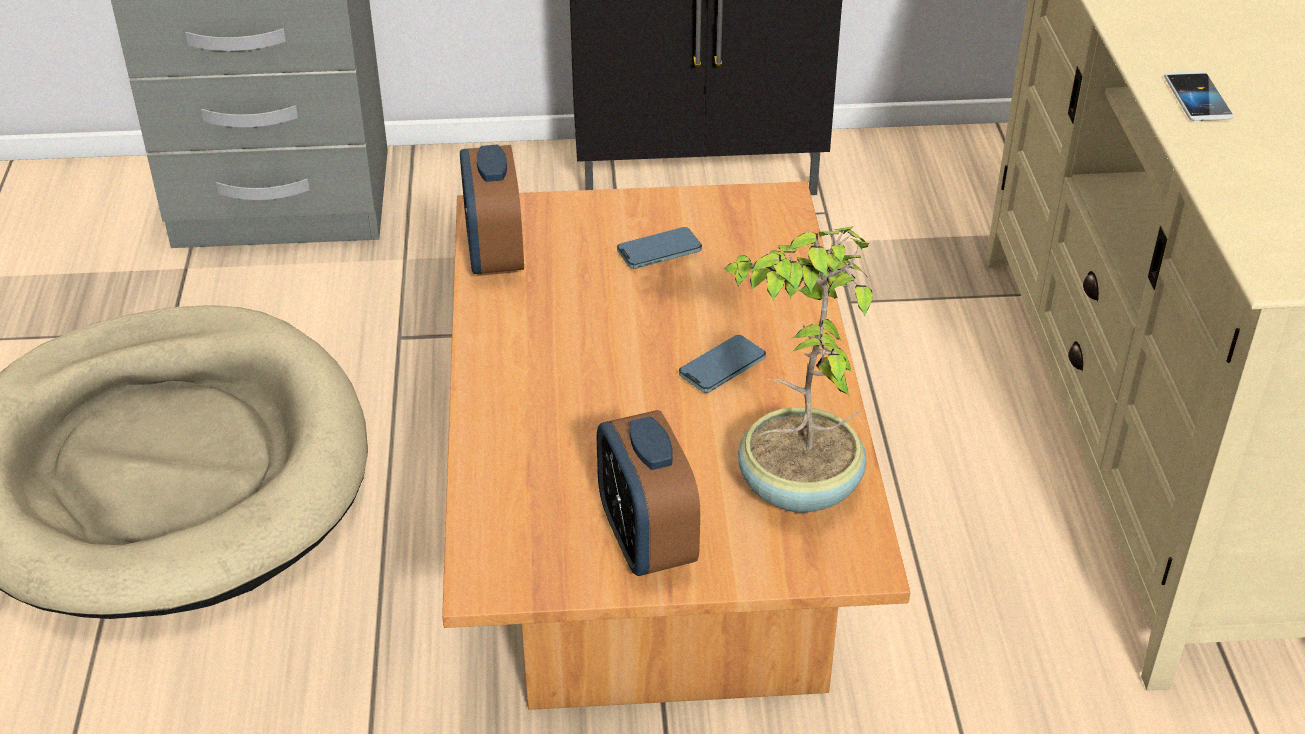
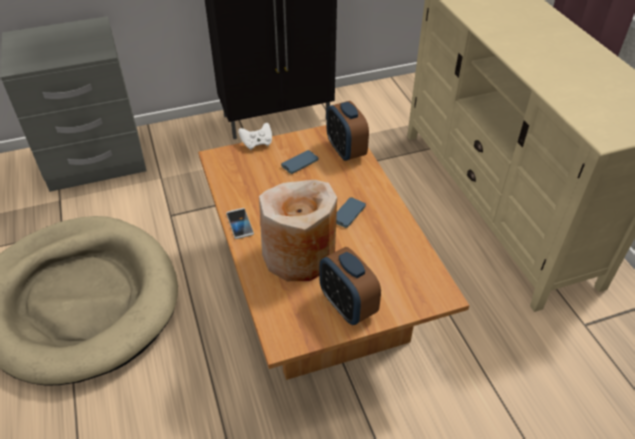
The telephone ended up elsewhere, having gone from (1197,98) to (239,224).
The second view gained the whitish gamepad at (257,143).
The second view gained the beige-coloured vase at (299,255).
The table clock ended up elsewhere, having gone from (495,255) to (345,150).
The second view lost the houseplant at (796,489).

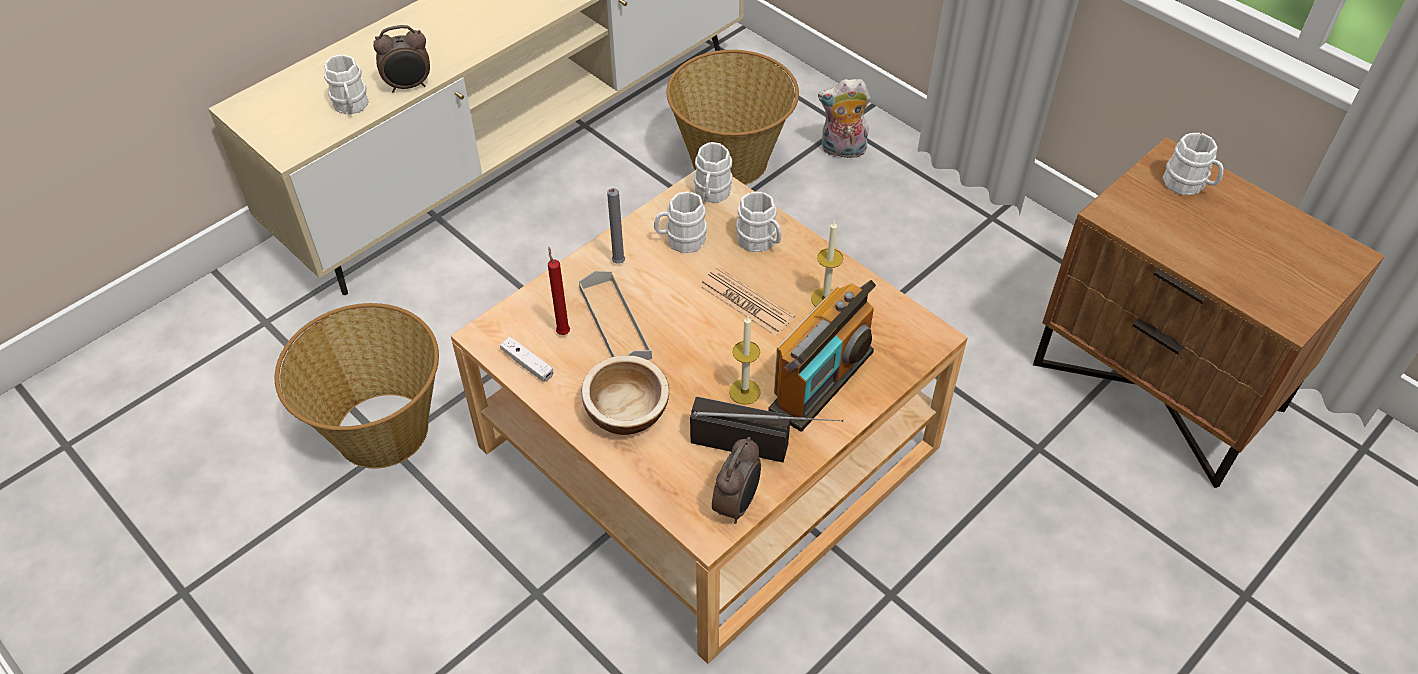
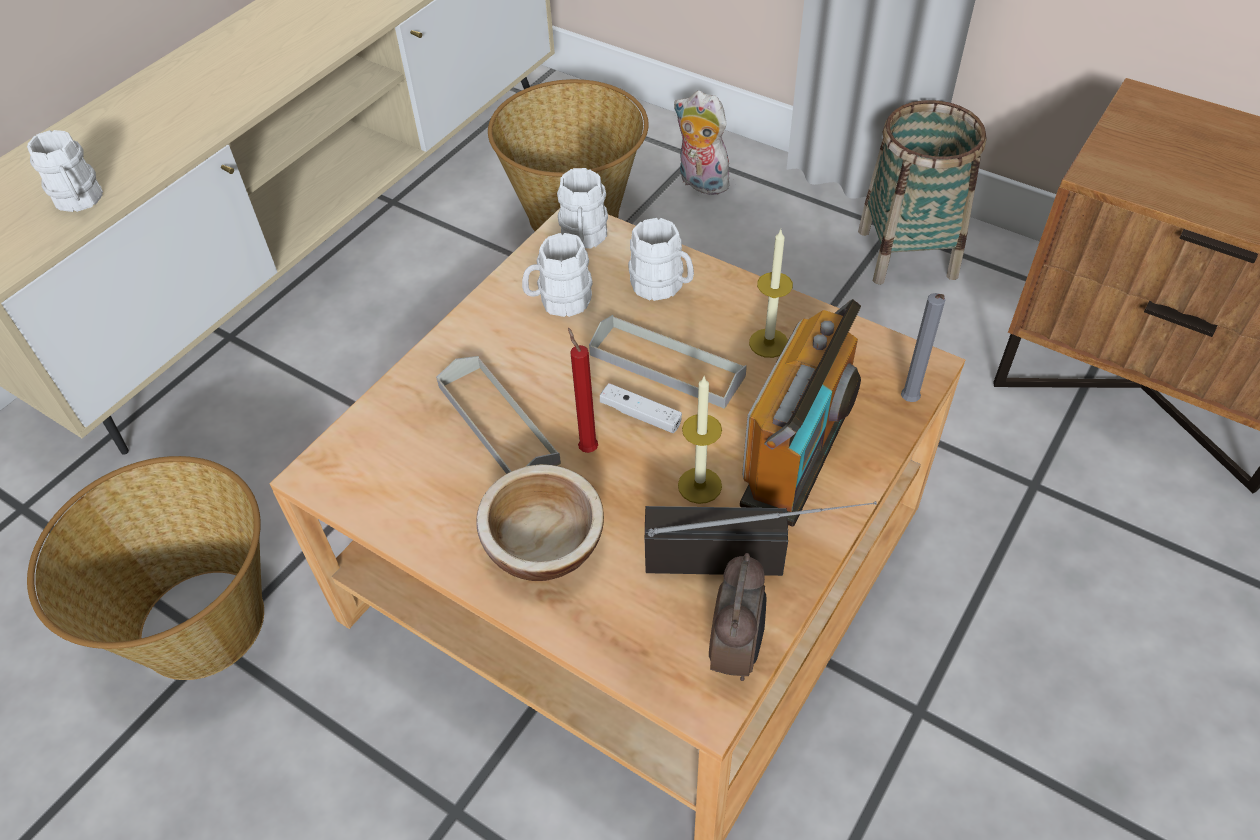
The red candle ended up elsewhere, having gone from (563,331) to (587,447).
Where the daily paper stood at (746,302), the gray carrying tray came to stand at (666,365).
The whitish gamepad ended up elsewhere, having gone from (527,364) to (640,415).
The soft toy at (842,151) ended up facing another way, 45 degrees clockwise from before.
The second view gained the storage basket at (907,253).
The gray candle ended up elsewhere, having gone from (618,264) to (909,402).
The second view lost the table clock at (409,86).
The second view lost the whitish mug at (1188,185).

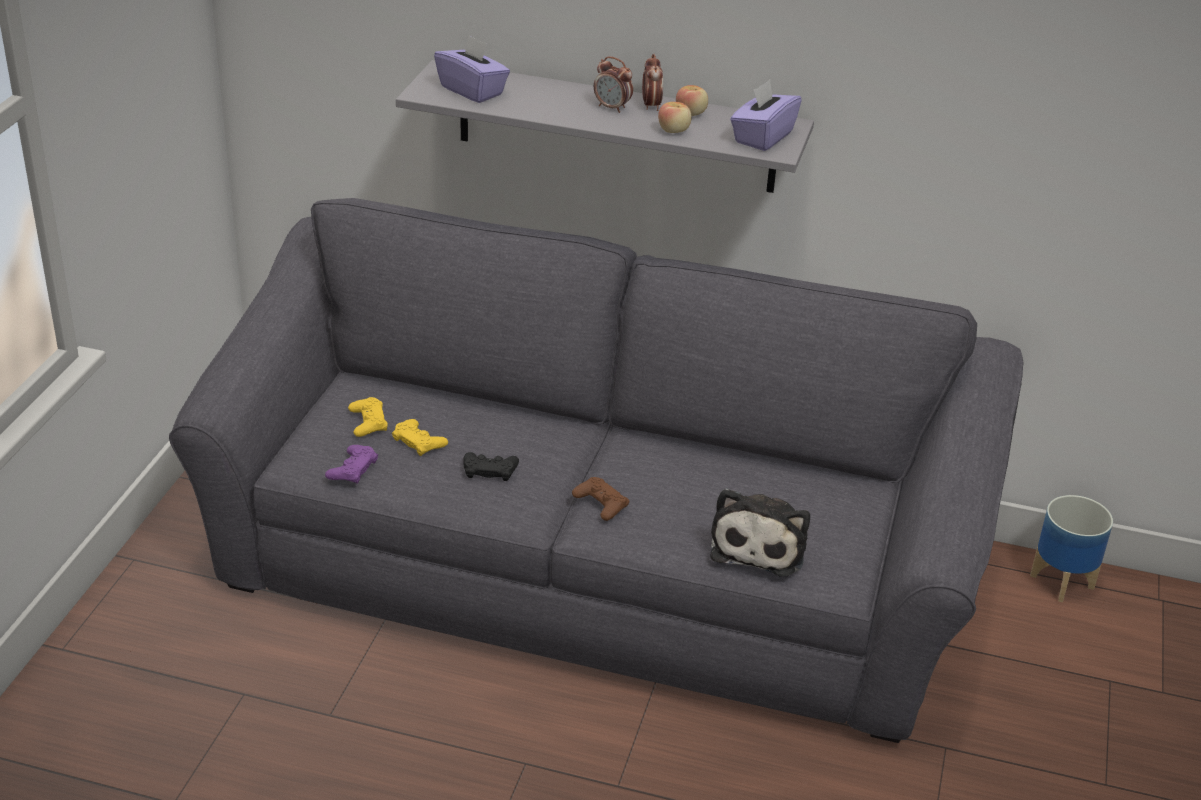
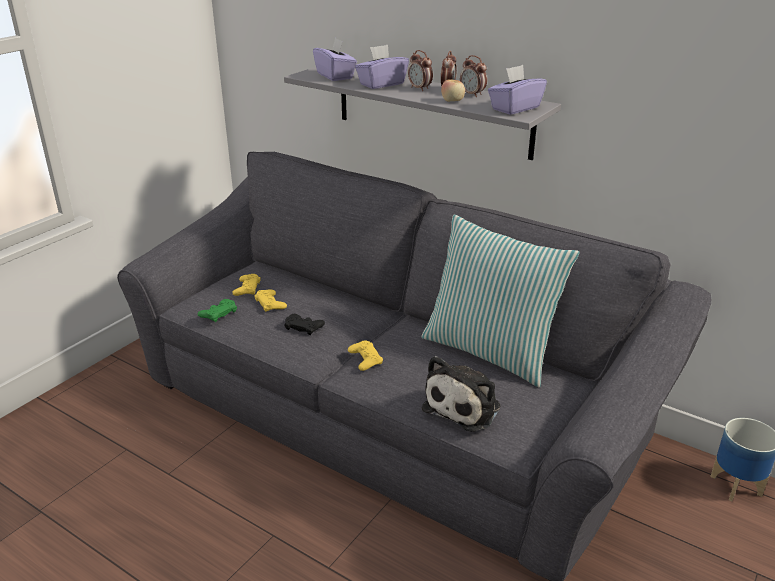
What was the purple-coloured gamepad at (352,469) turned into the green gamepad at (218,313).
What was the brown-coloured gamepad at (601,503) turned into the yellowish gamepad at (365,359).
The second view gained the purple-coloured tissue box at (381,84).
The second view gained the cushion at (490,351).
Where the apple stood at (691,114), the table clock came to stand at (472,95).

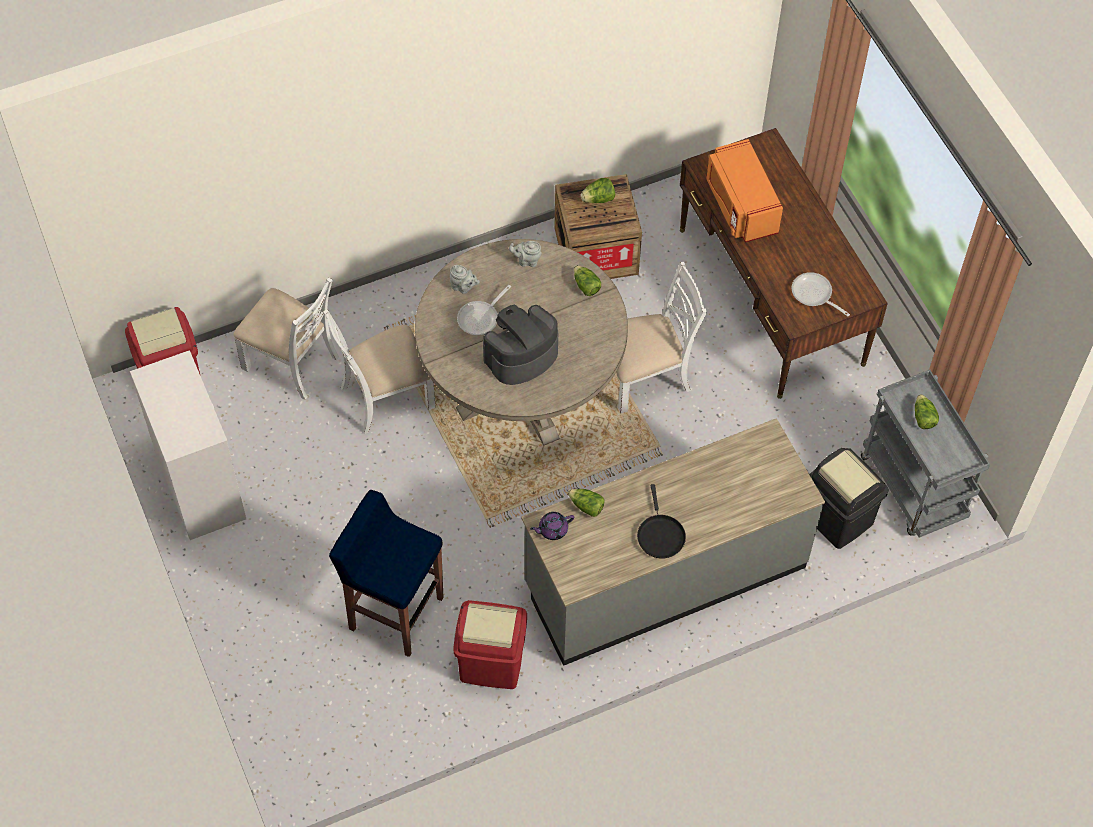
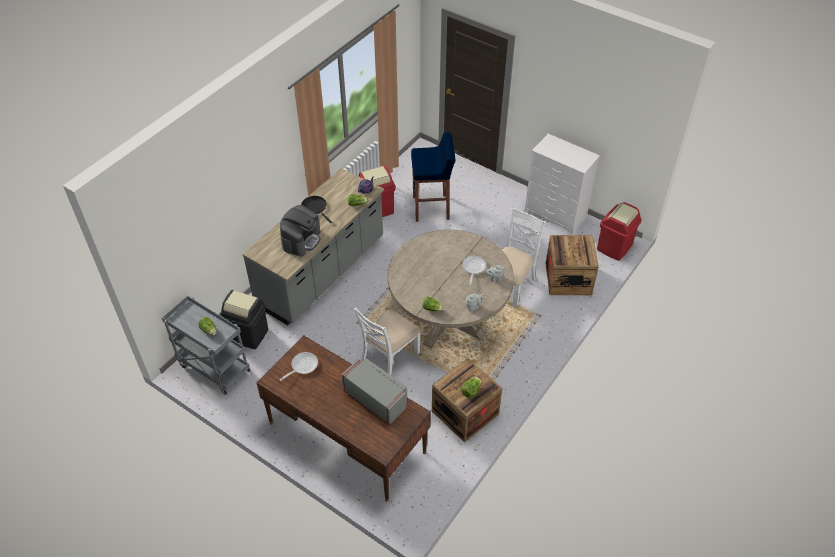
The skillet at (814,295) ended up facing another way, 60 degrees counterclockwise from before.
The coffee machine ended up elsewhere, having gone from (521,356) to (301,240).
What was the orange microwave at (741,206) turned into the gray microwave at (376,399).
Where the whitish plain chair stood at (292,362), the packing crate came to stand at (568,279).

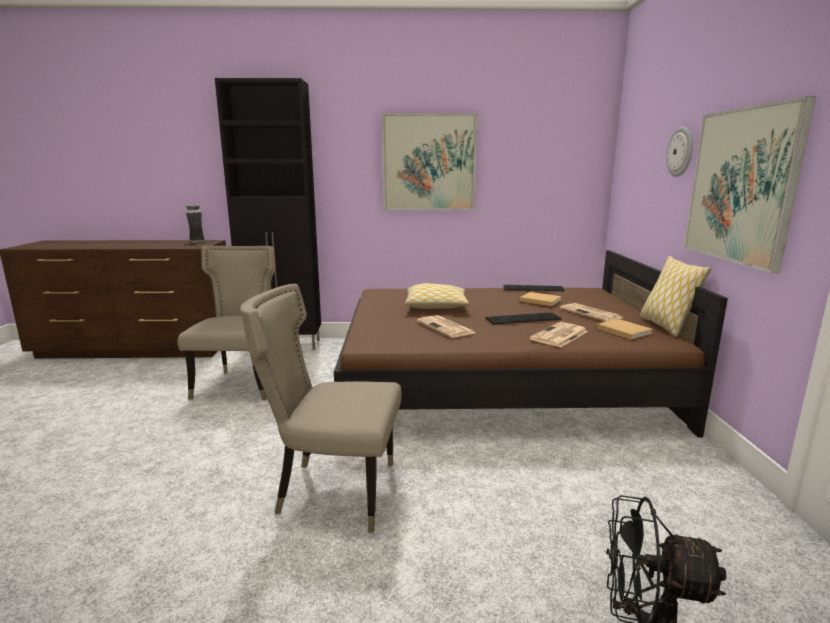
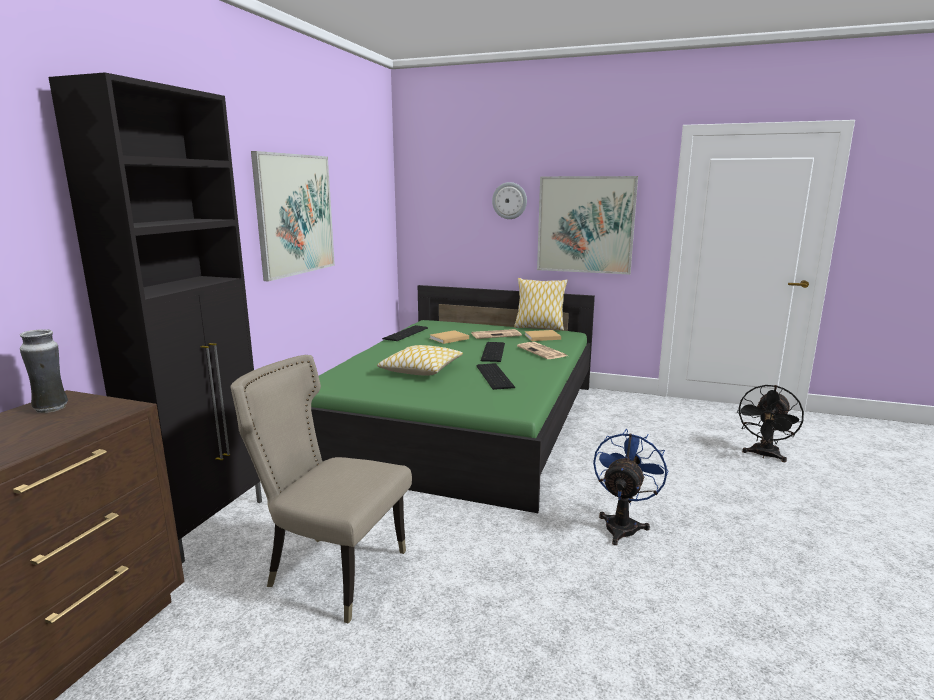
What was the brown-coloured bed at (497,382) turned into the green bed at (462,422).
Where the daily paper stood at (446,327), the computer keyboard came to stand at (495,376).
Where the beige-coloured plain chair stood at (332,491), the blue-coloured electric fan came to stand at (623,525).

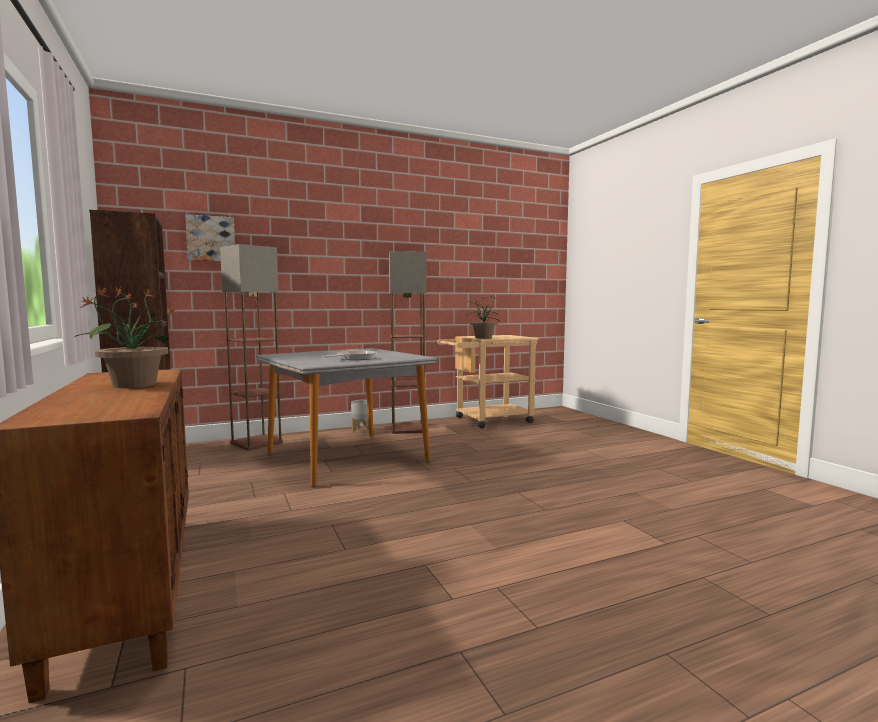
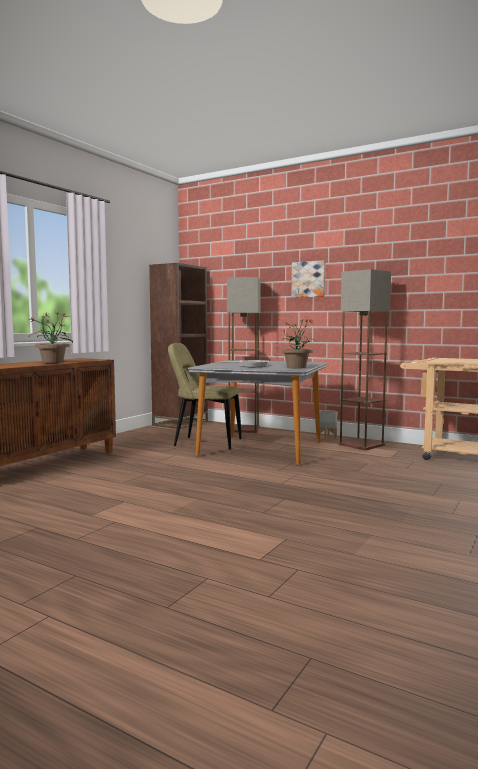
The second view gained the beige-coloured plain chair at (204,443).
The houseplant ended up elsewhere, having gone from (483,338) to (297,367).
The wall picture ended up elsewhere, having gone from (211,239) to (309,279).

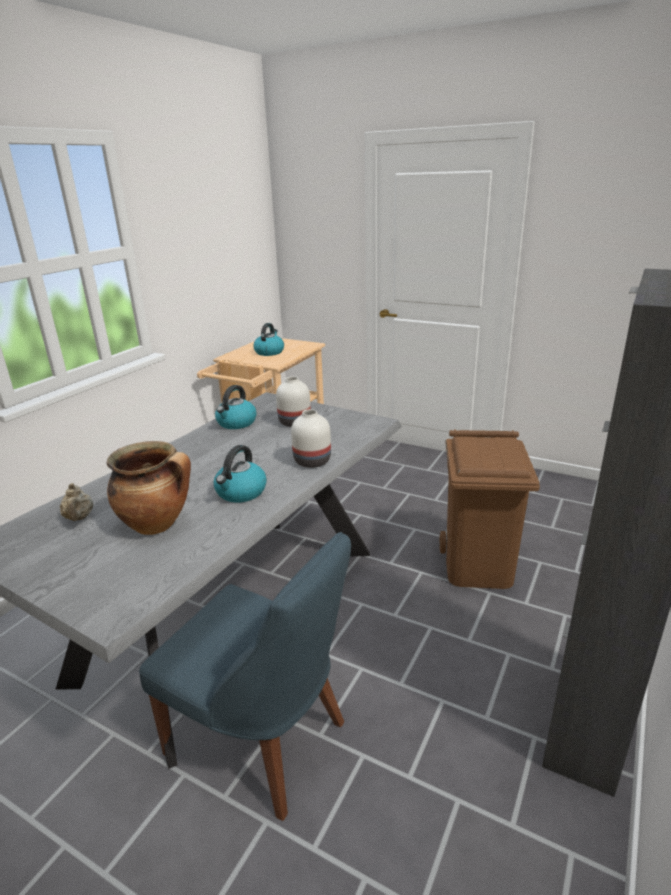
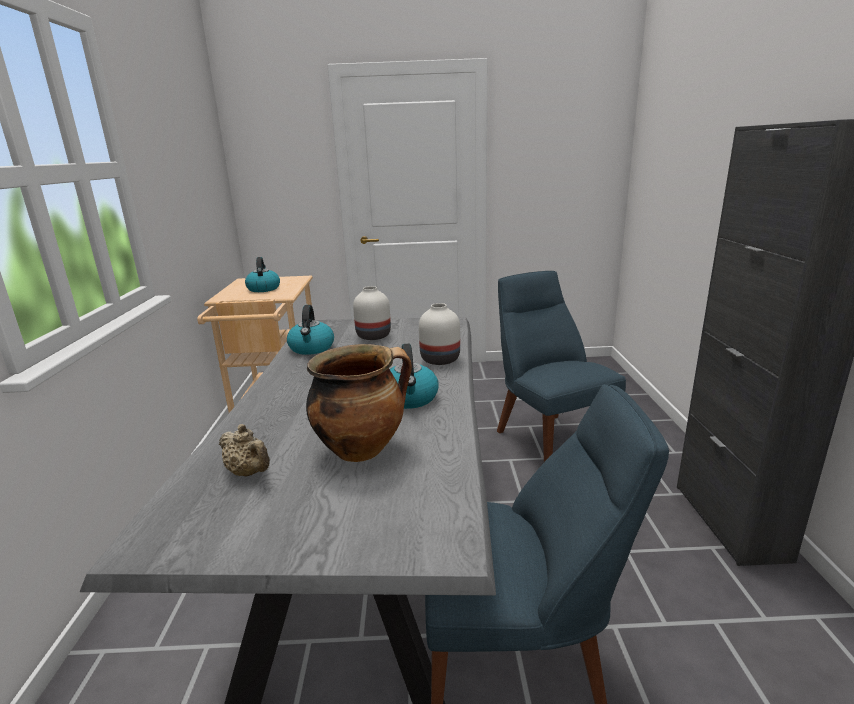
Where the brown-coloured waste bin stood at (478,566), the blue-coloured plain chair came to stand at (549,440).

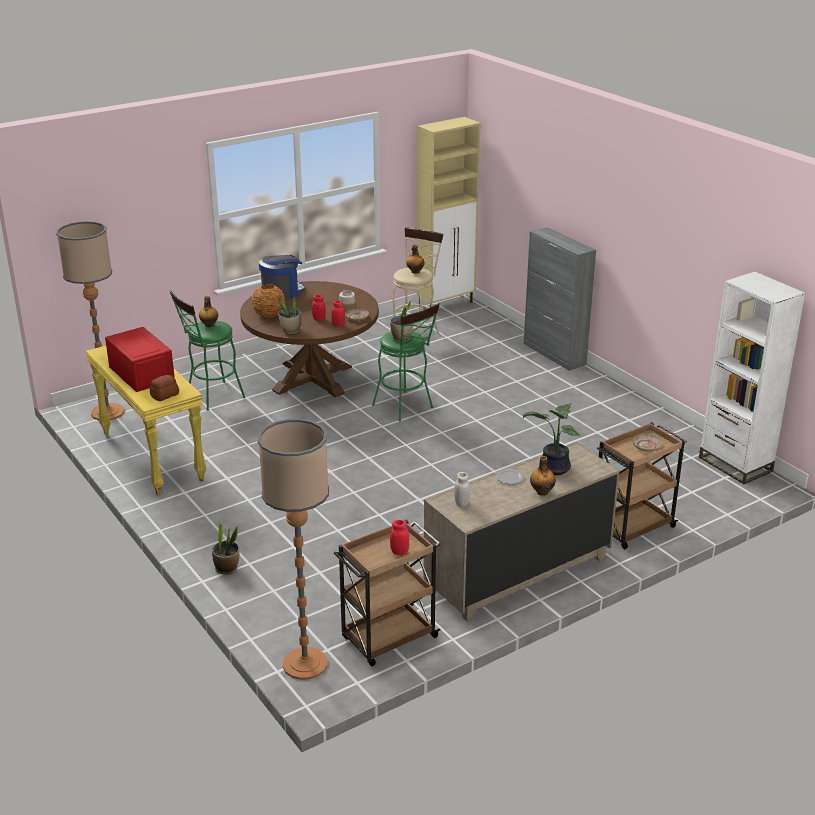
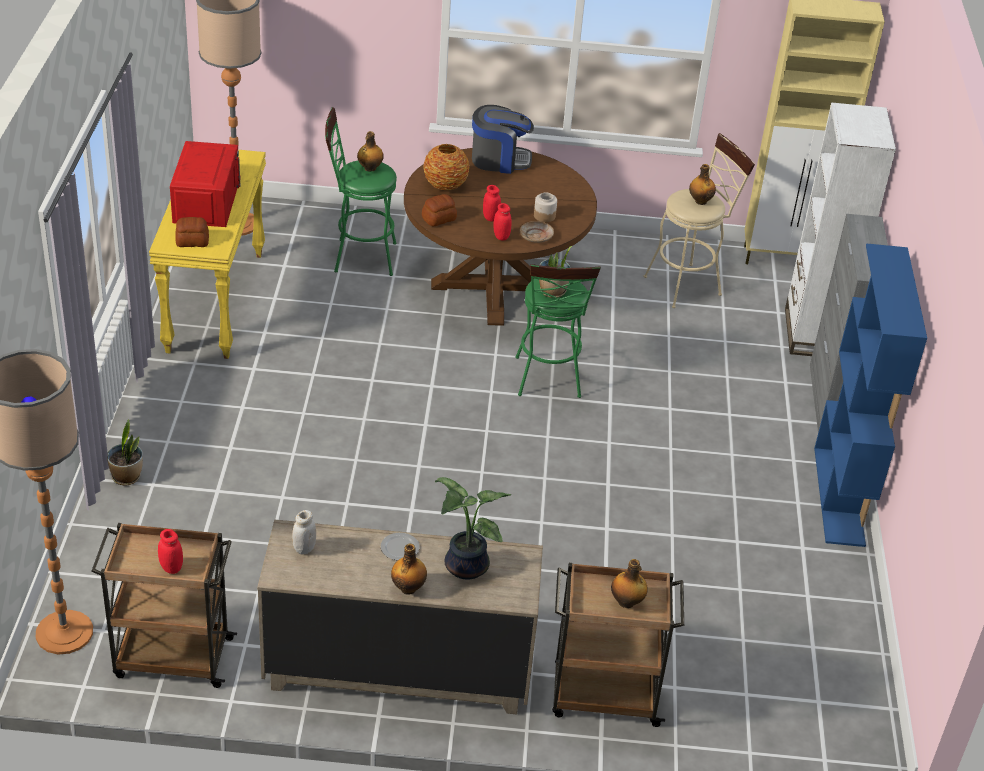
Where the houseplant stood at (291,331), the bread came to stand at (439,219).
Where the beige-coloured flat dish stood at (647,446), the beverage bottle came to stand at (627,602).
The whitish bookcase ended up elsewhere, having gone from (735,464) to (812,333).
The second view gained the blue-coloured bookcase at (840,496).

